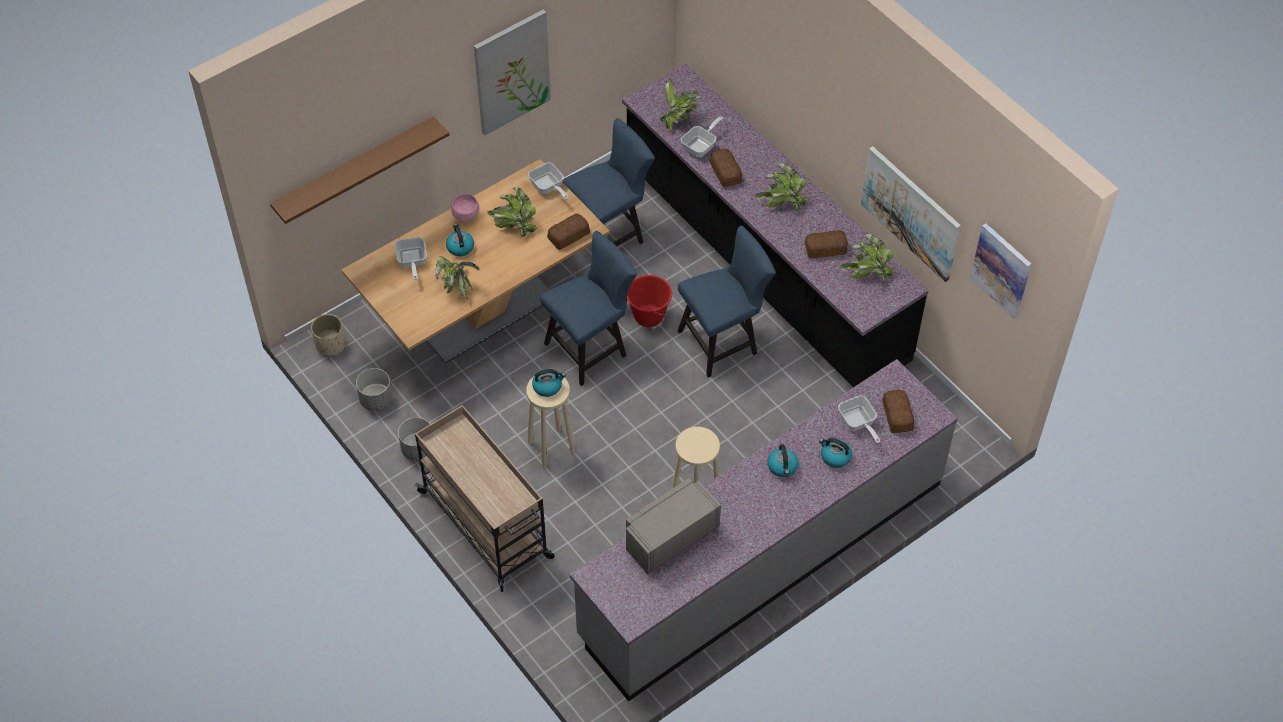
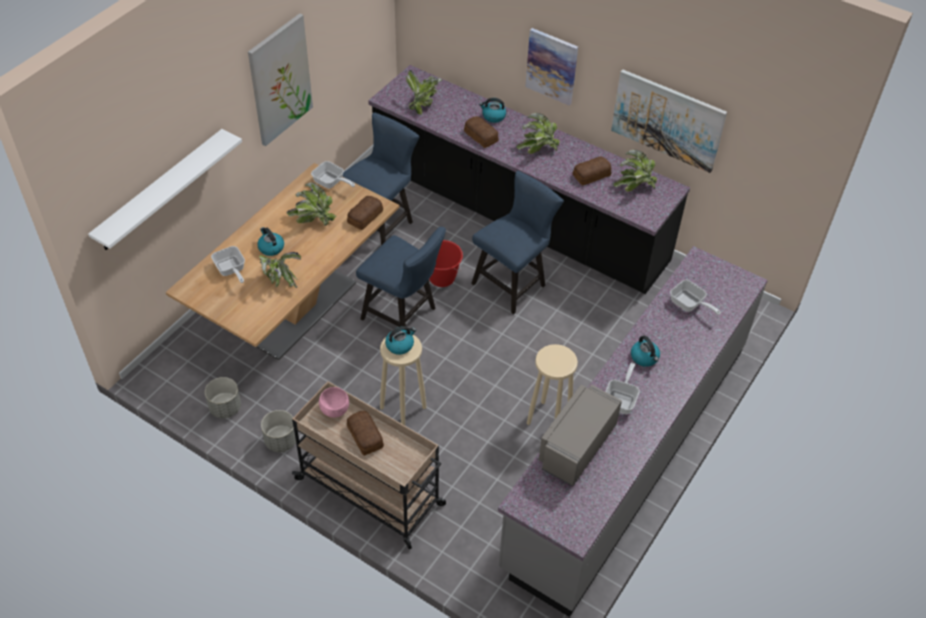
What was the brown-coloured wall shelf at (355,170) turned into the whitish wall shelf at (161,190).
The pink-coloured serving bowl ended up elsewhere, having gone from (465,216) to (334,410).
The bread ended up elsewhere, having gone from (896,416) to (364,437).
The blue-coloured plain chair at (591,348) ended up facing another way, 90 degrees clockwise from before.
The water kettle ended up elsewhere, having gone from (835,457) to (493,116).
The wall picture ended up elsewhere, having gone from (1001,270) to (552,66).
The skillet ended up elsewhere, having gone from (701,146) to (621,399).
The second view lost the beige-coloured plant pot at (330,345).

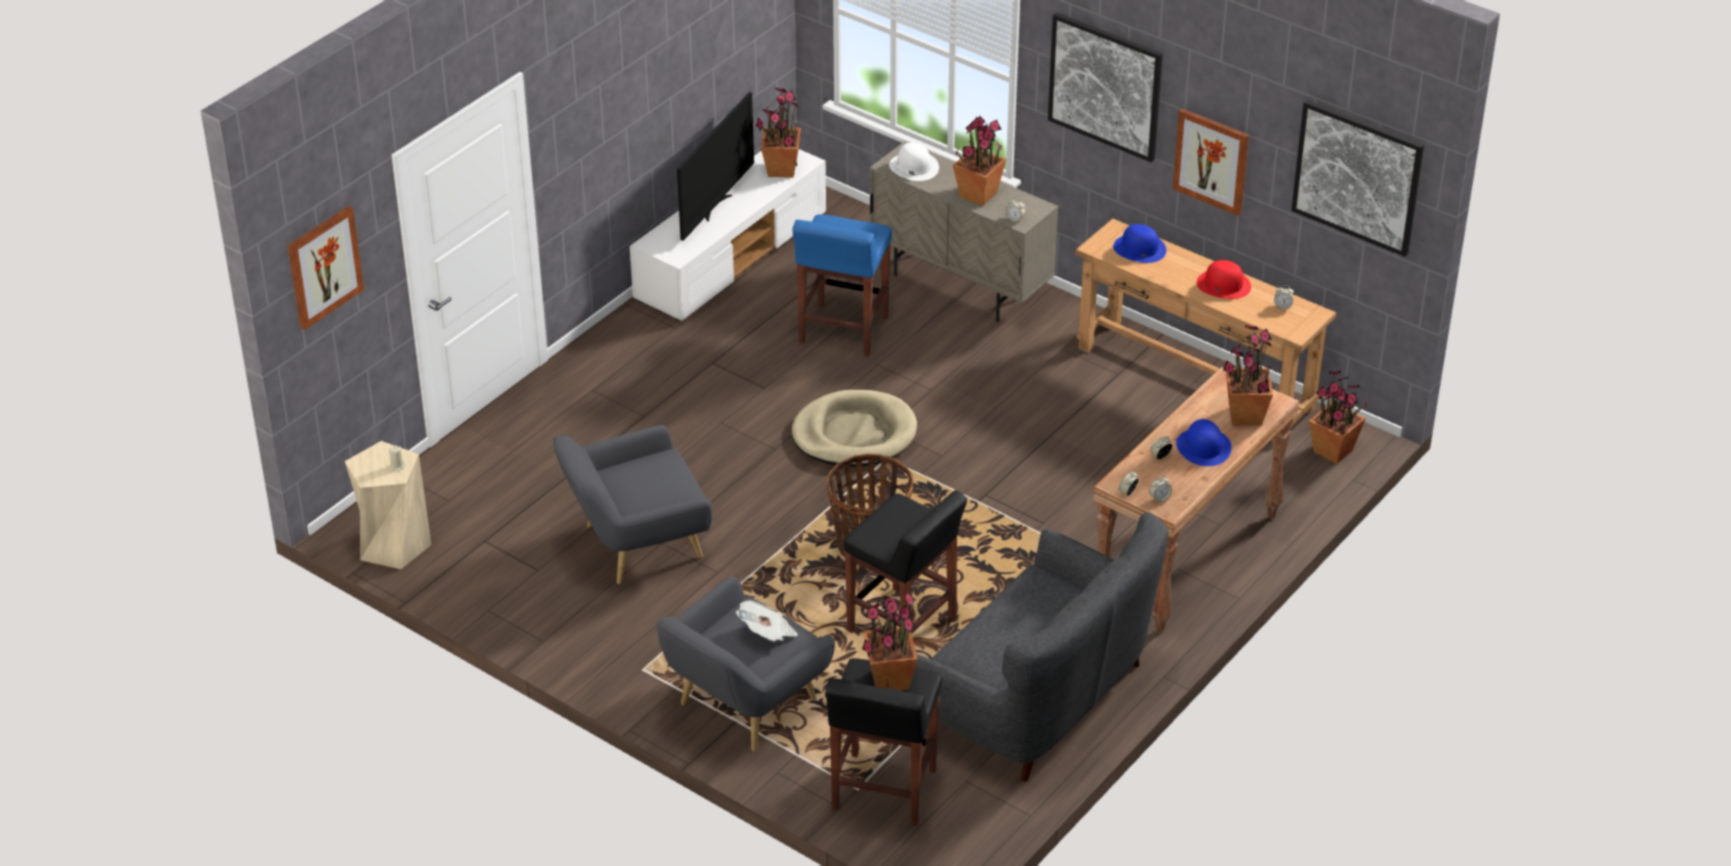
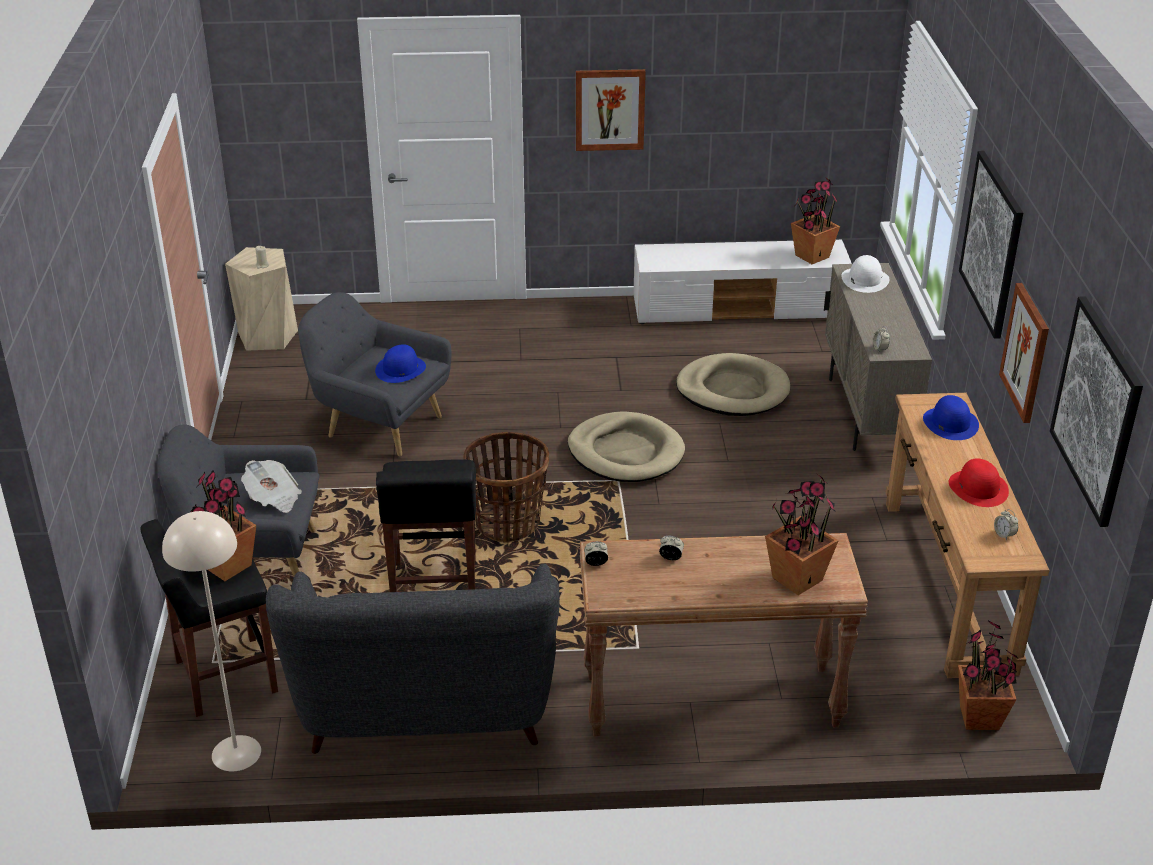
The second view gained the beige-coloured standing lamp at (235,753).
The blue-coloured clothing hat ended up elsewhere, having gone from (1203,447) to (400,369).
The wall picture ended up elsewhere, having gone from (324,266) to (609,109).
Where the blue-coloured stool stood at (842,331), the beige-coloured dog cushion came to stand at (732,390).
The second view lost the television at (715,206).
The second view lost the houseplant at (978,194).
The second view lost the table clock at (1159,498).

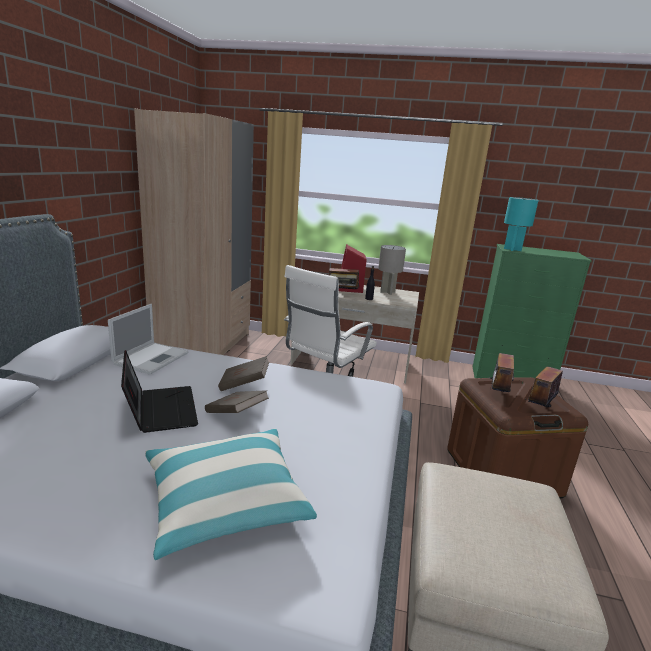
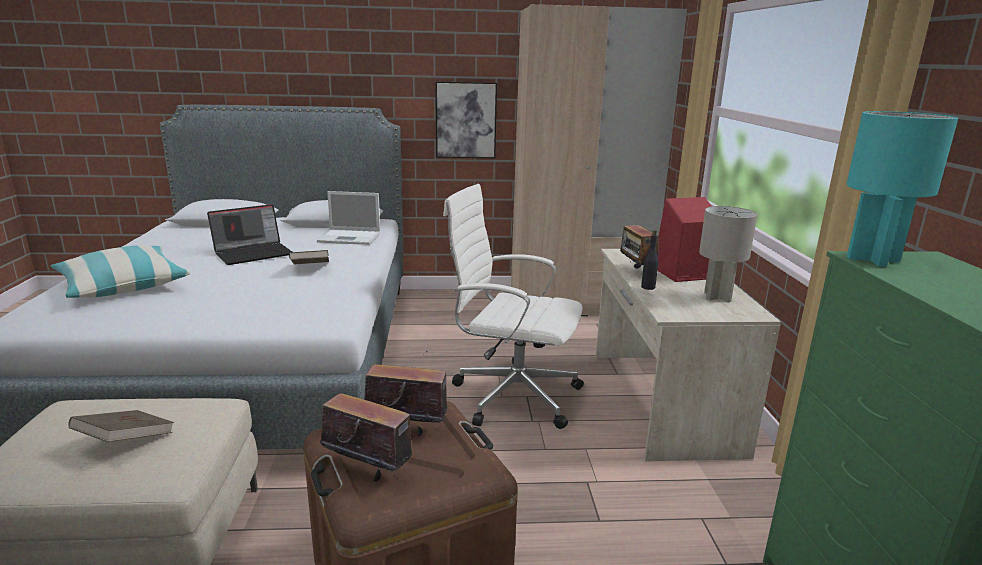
The brown-coloured volume ended up elsewhere, having gone from (236,414) to (126,441).
The second view gained the wall picture at (466,120).

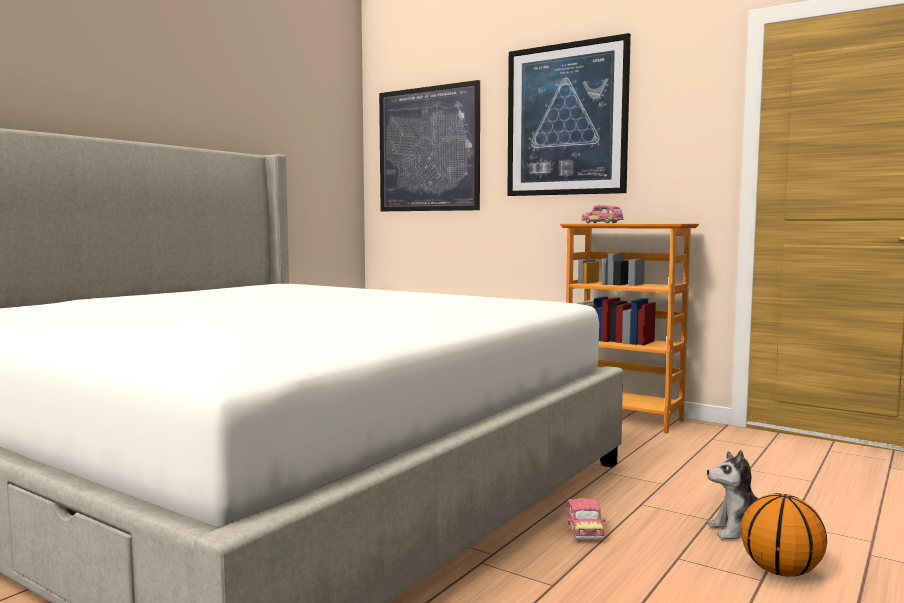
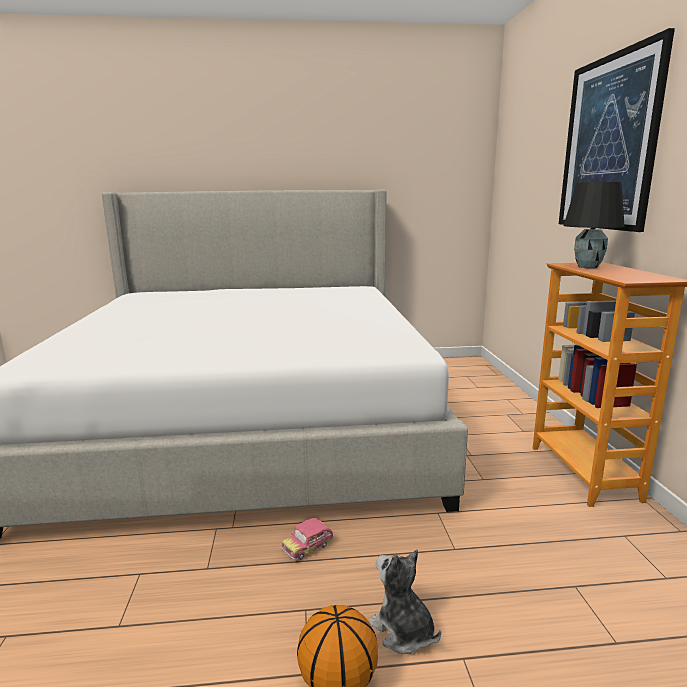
Where the model car stood at (602,223), the blackish table lamp came to stand at (587,267).
The second view lost the wall picture at (428,149).

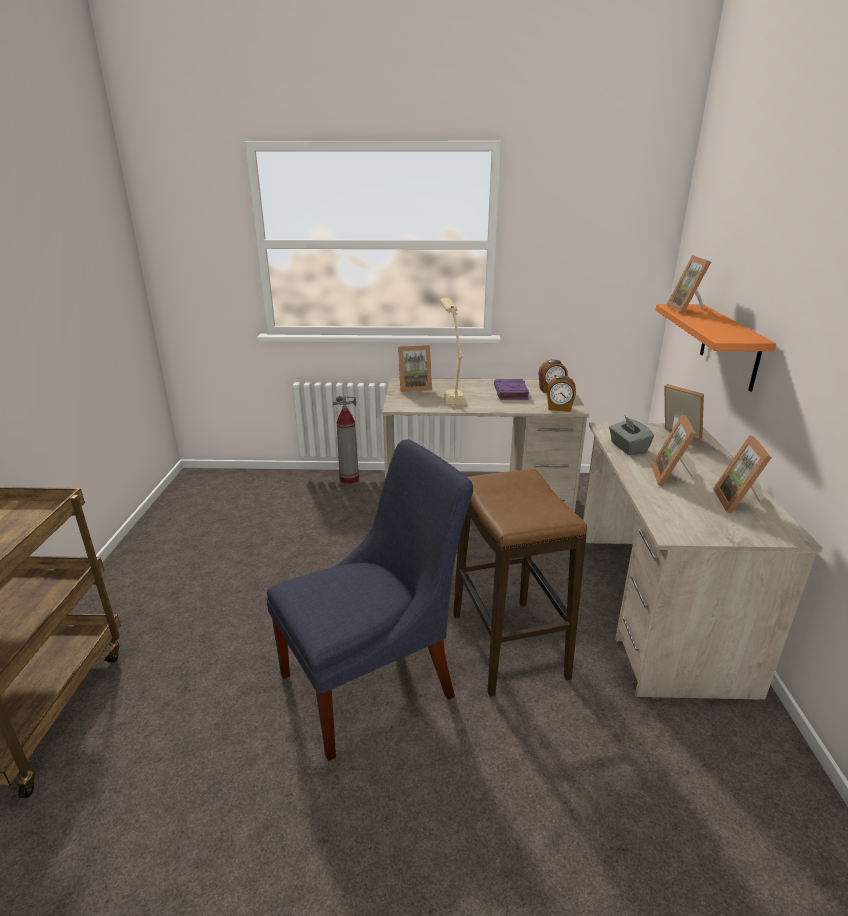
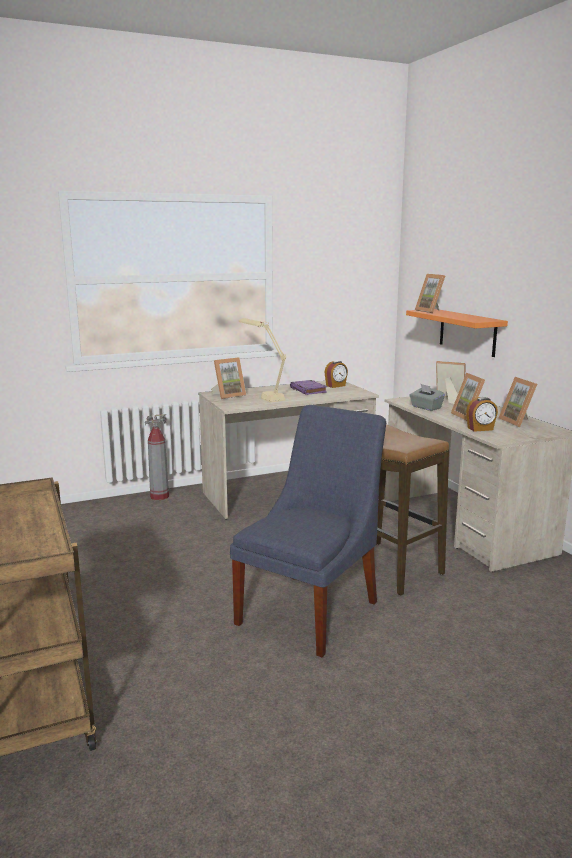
The table clock ended up elsewhere, having gone from (559,408) to (480,429).

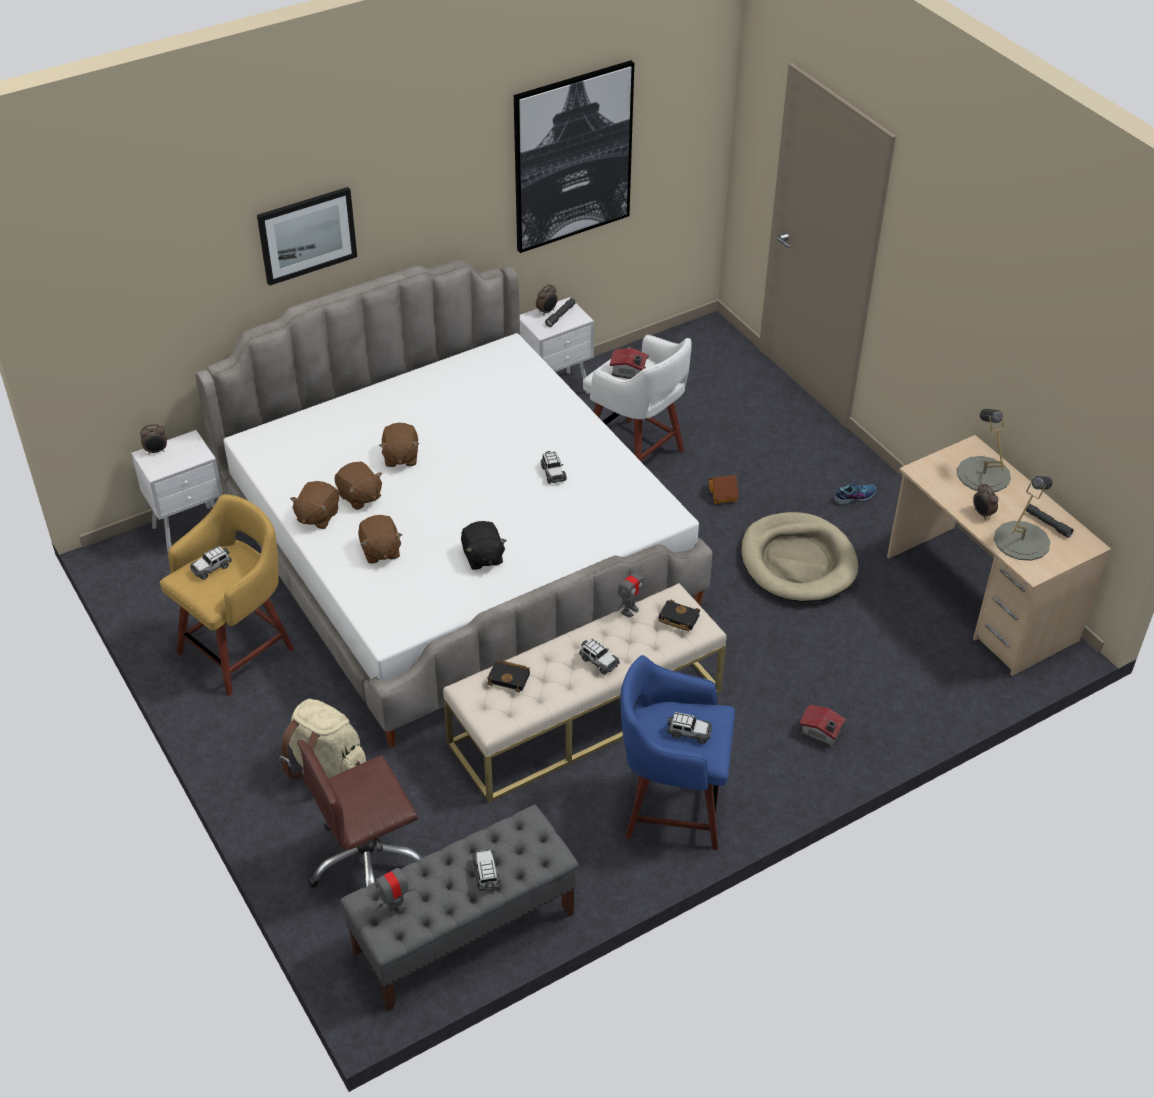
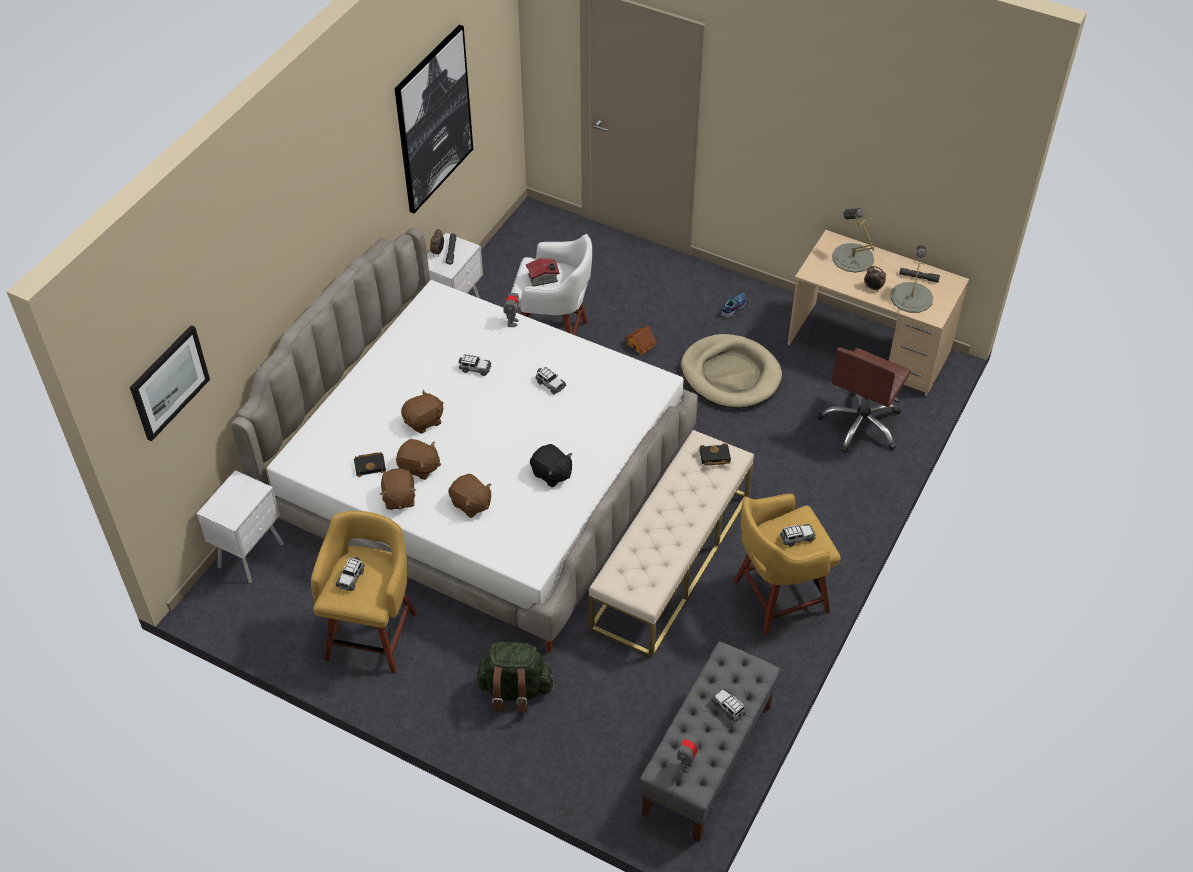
The wall picture ended up elsewhere, having gone from (307,235) to (169,382).
The blackish volume ended up elsewhere, having gone from (510,678) to (370,465).
The brown-coloured soft toy at (400,457) ended up facing another way, 90 degrees counterclockwise from before.
The model car ended up elsewhere, having gone from (598,661) to (475,369).
What was the beige-coloured rucksack at (326,767) turned into the green rucksack at (515,690).
The robot figure ended up elsewhere, having gone from (629,610) to (512,322).
What was the blue-coloured stool at (671,806) turned into the yellowish stool at (777,597).
The brown-coloured desk chair ended up elsewhere, having gone from (367,861) to (861,425).
The second view lost the table clock at (156,451).
The second view lost the miniature house at (821,734).

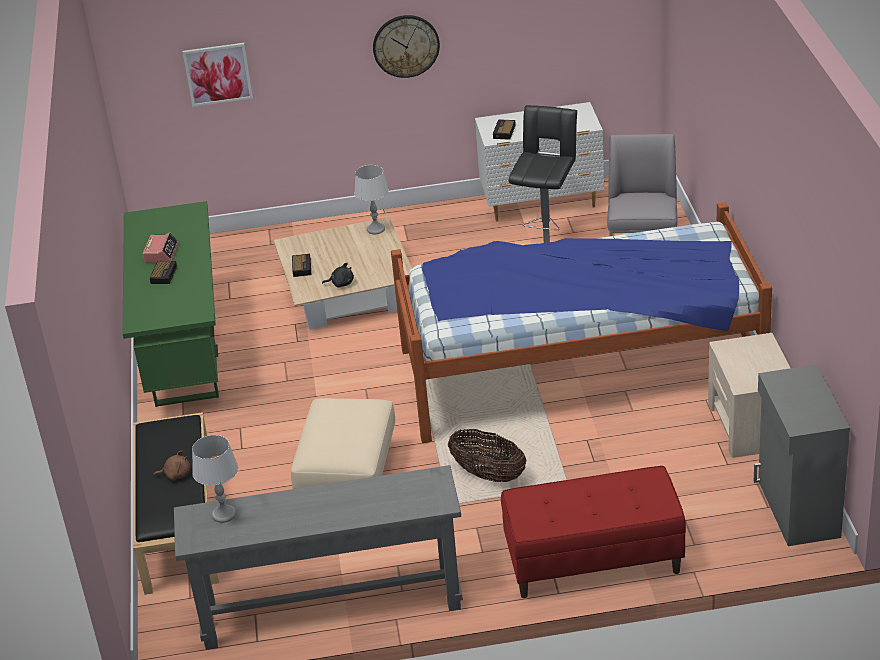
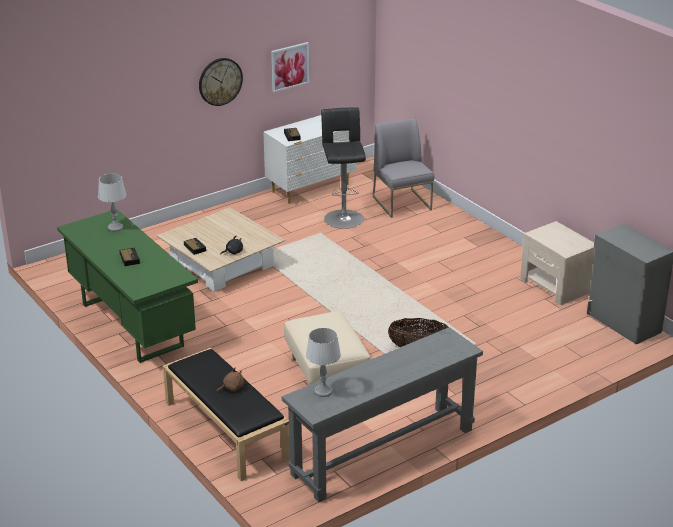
The gray table lamp ended up elsewhere, having gone from (376,229) to (115,227).
The wall picture ended up elsewhere, having gone from (218,74) to (289,67).
The second view lost the table clock at (161,253).
The second view lost the bed at (578,368).
The second view lost the red bench at (593,562).

